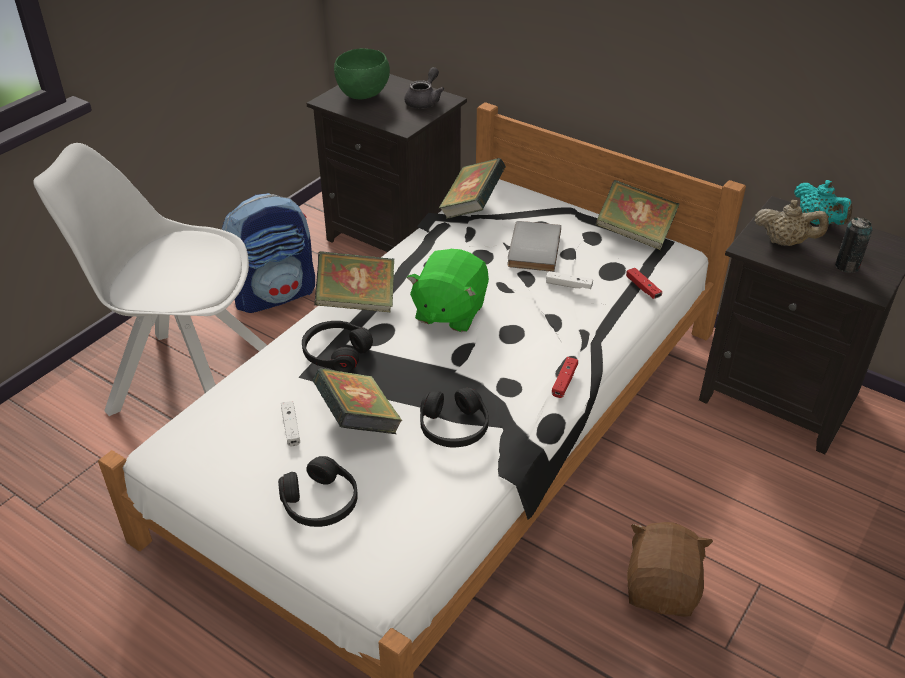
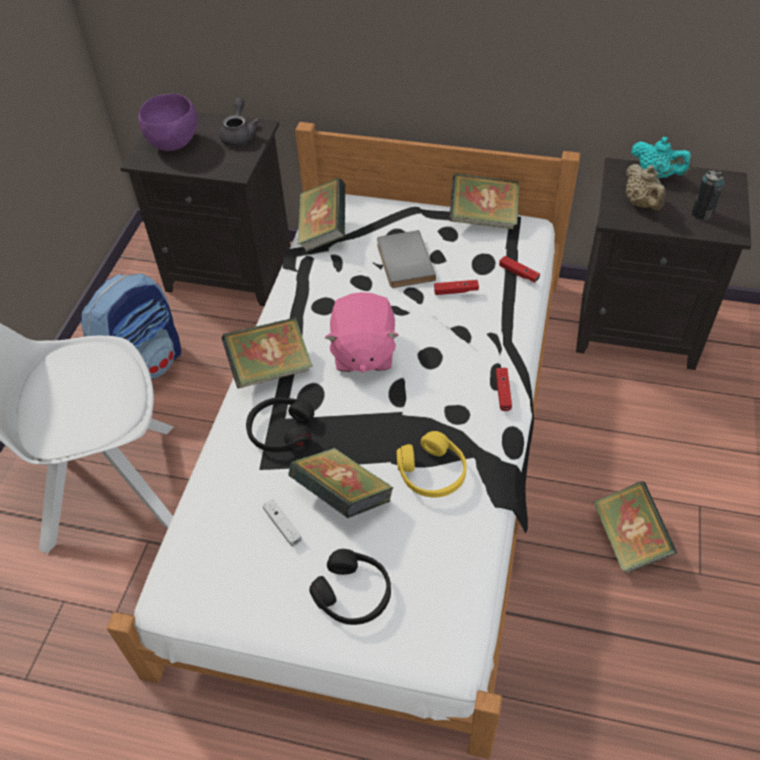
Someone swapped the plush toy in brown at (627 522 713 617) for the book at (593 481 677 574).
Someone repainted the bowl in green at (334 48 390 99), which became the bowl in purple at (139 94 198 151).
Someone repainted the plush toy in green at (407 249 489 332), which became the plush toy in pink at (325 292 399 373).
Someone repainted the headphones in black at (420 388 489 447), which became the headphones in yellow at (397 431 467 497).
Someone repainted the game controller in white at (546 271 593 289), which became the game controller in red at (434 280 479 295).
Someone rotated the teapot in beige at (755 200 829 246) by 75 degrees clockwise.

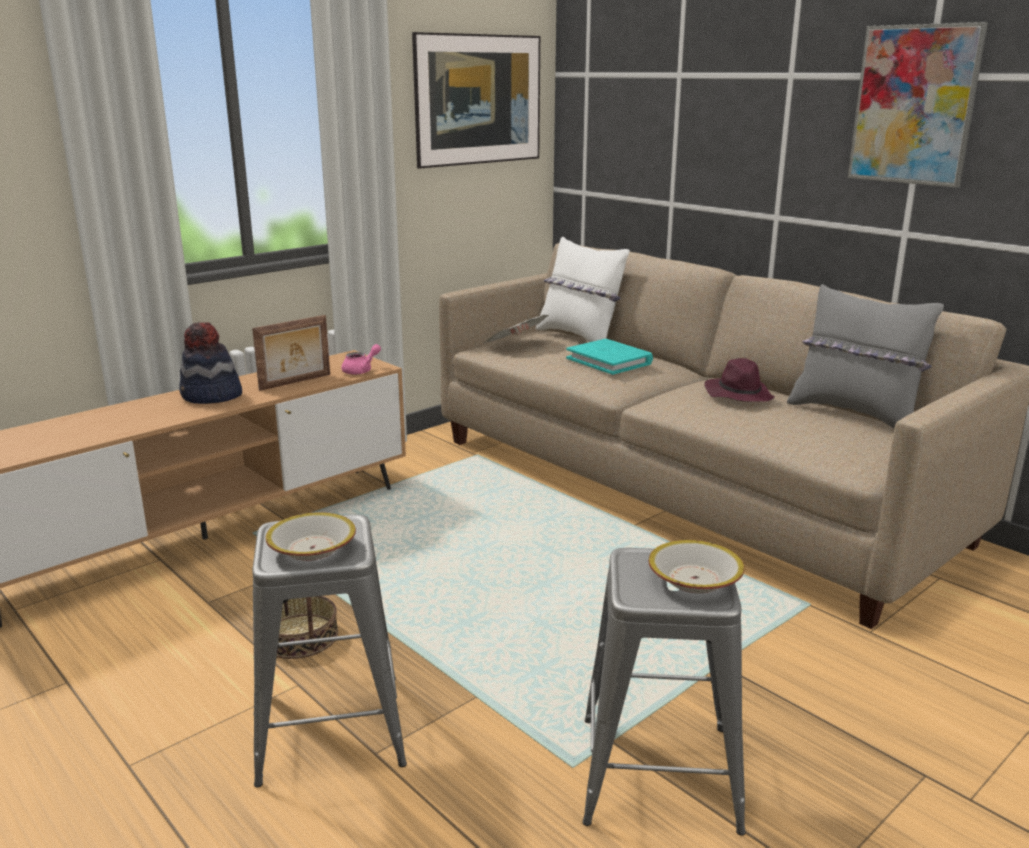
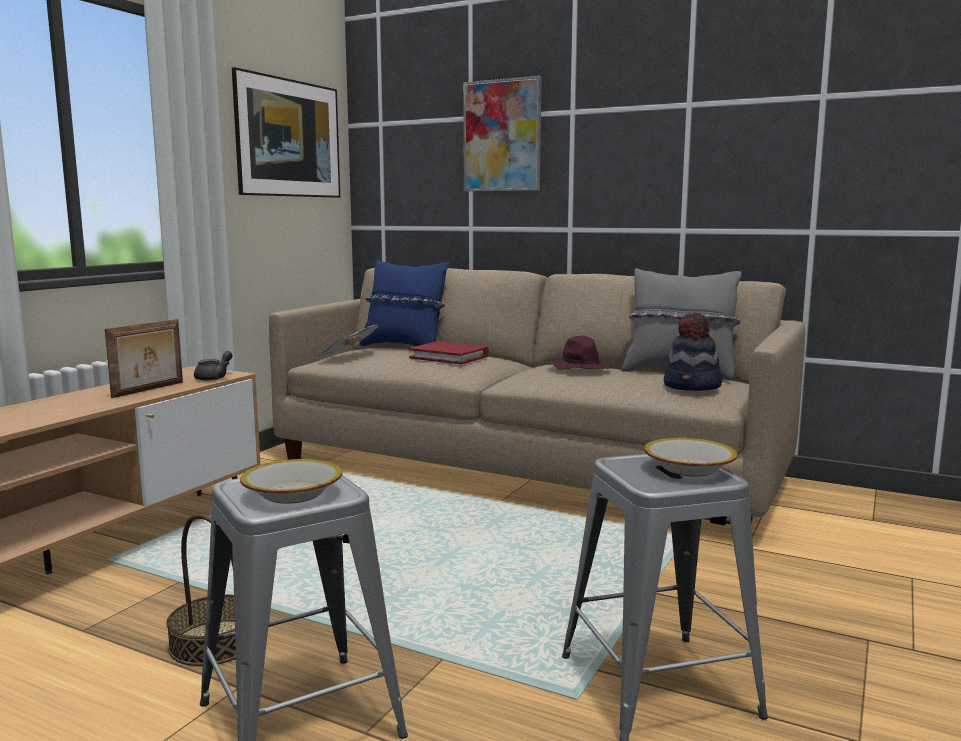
Someone carried the hat from (179 322 242 404) to (664 313 722 391).
Someone carried the picture from (848 22 988 188) to (463 76 542 191).
Someone repainted the teapot in pink at (342 344 381 375), which became the teapot in grey at (194 351 233 381).
Someone repainted the pillow in white at (536 236 630 342), which became the pillow in blue at (359 259 449 346).
Someone repainted the book in turquoise at (566 339 653 375), which became the book in red at (409 341 489 364).

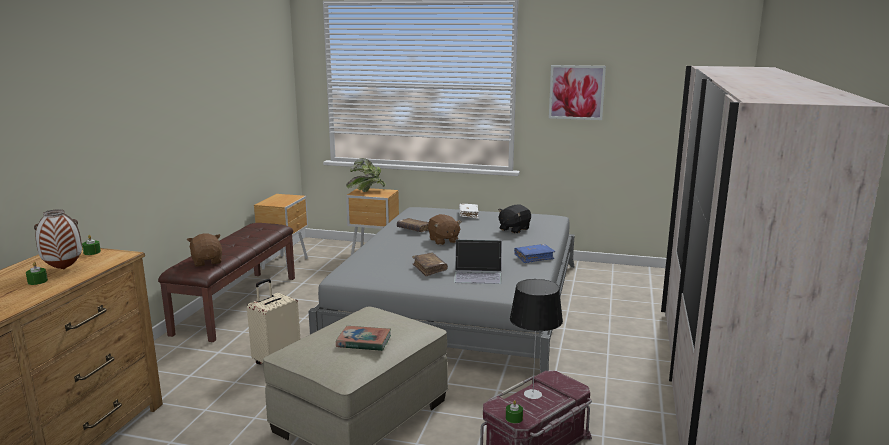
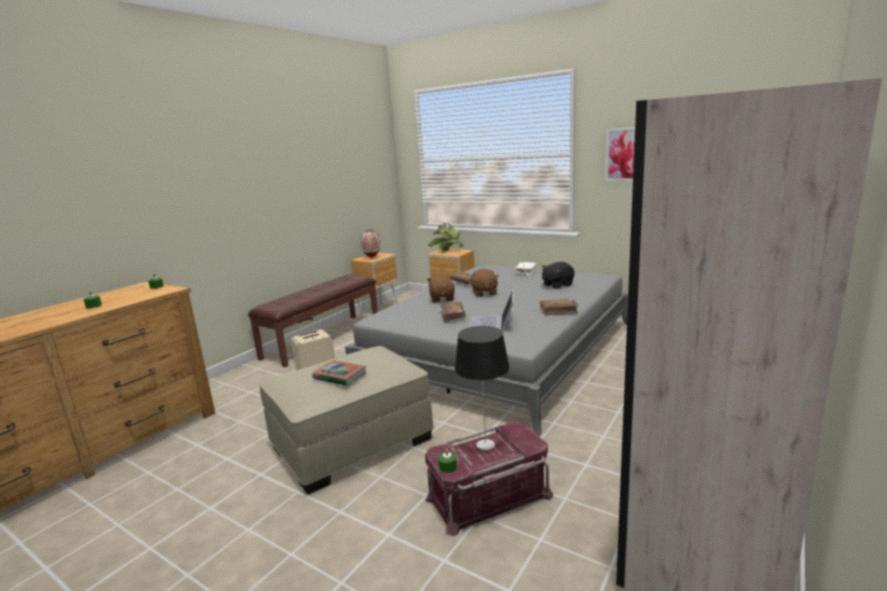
Someone carried the vase from (34 209 82 269) to (361 229 380 258).
Someone carried the plush toy in brown from (187 233 222 267) to (427 275 455 302).
Someone repainted the book in blue at (514 244 555 263), which became the book in brown at (540 298 578 316).
Someone rotated the laptop at (454 239 502 284) by 75 degrees clockwise.

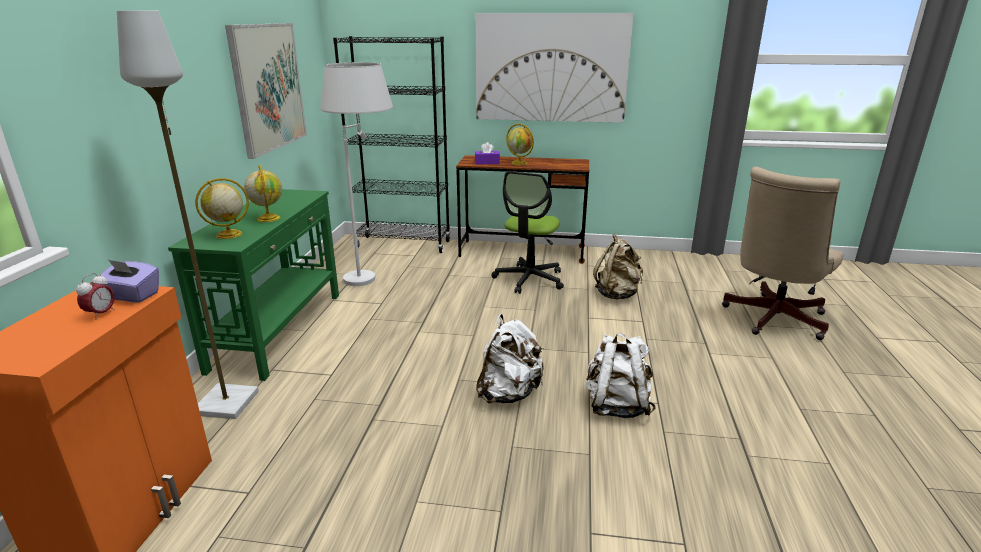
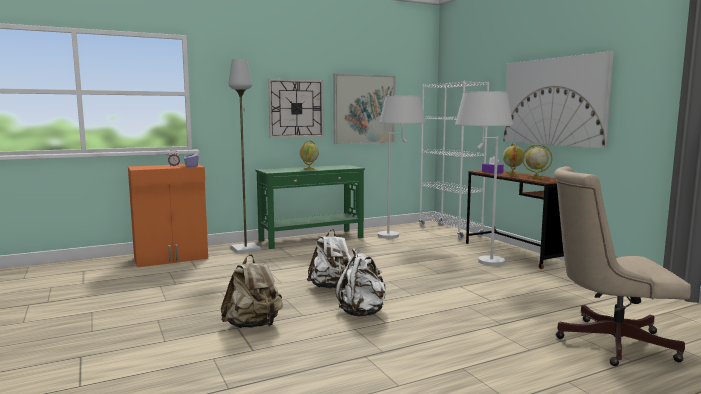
Someone put up the wall clock at (268 79 324 138).
Someone carried the globe from (195 178 249 239) to (522 144 552 179).
Someone carried the backpack in beige from (593 234 643 299) to (221 254 283 328).
Someone swapped the office chair at (491 171 564 294) for the floor lamp in white at (455 91 513 266).
Someone repainted the bookcase in black at (333 36 450 253), which became the bookcase in white at (419 81 490 240).

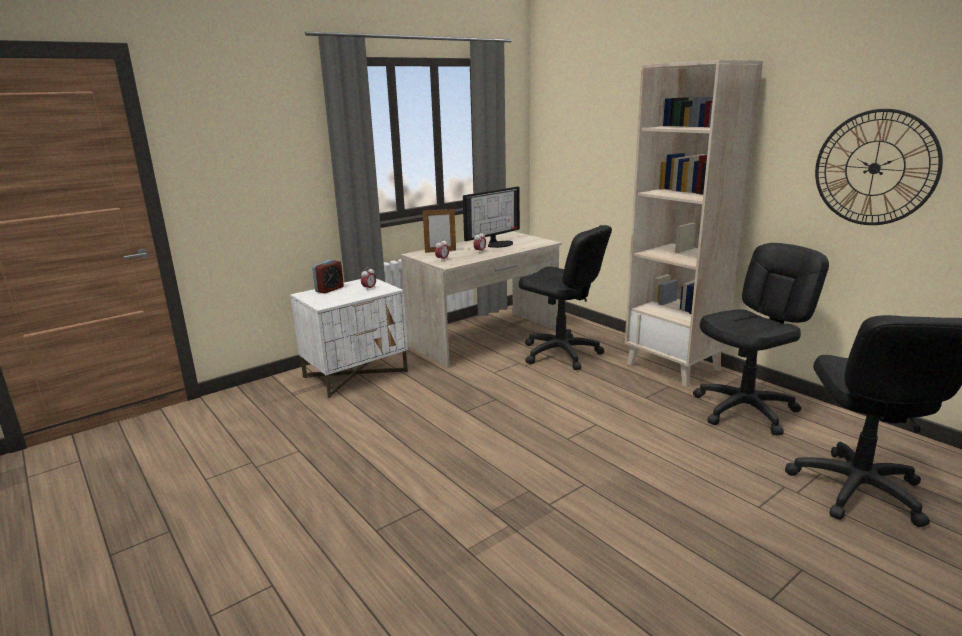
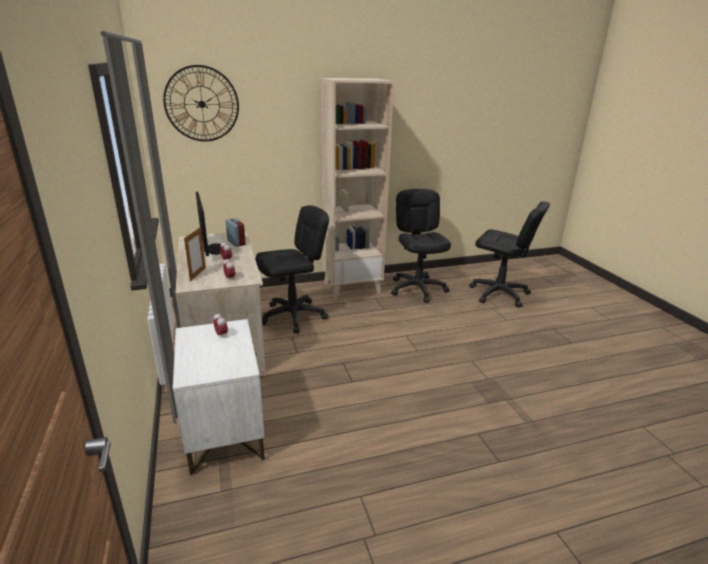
Someone carried the alarm clock from (312 260 344 294) to (225 218 246 247).
Someone carried the wall clock from (815 109 943 225) to (163 65 239 141).

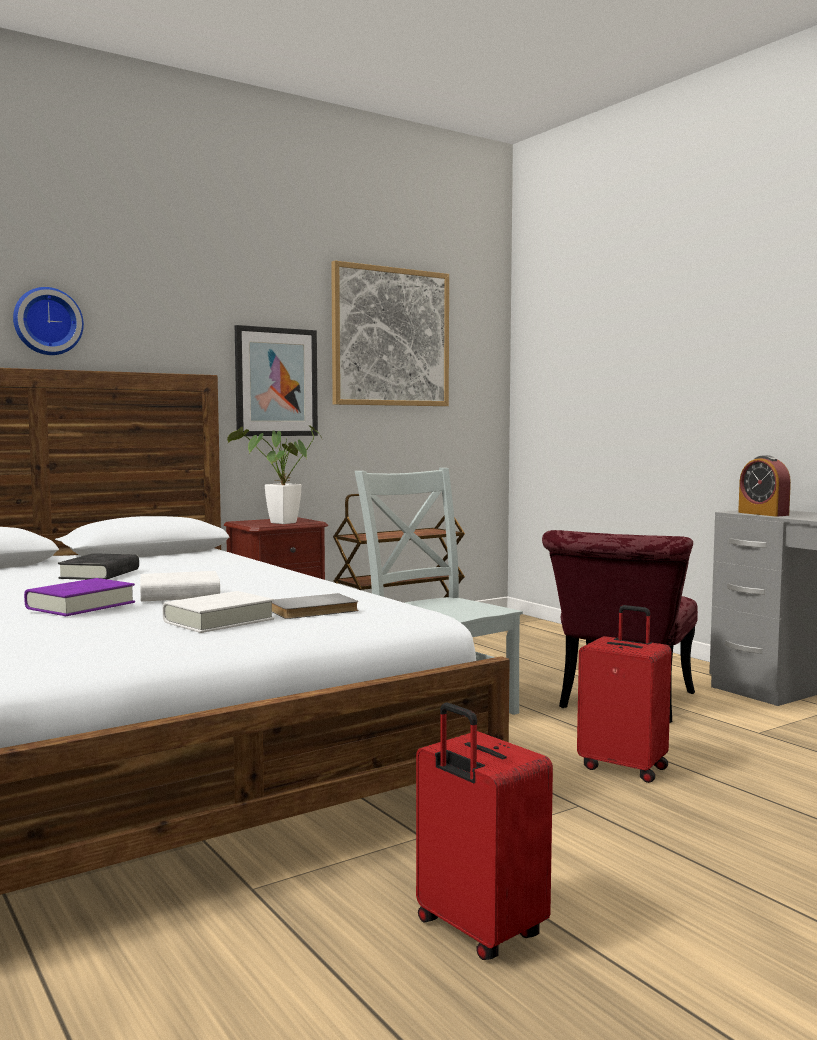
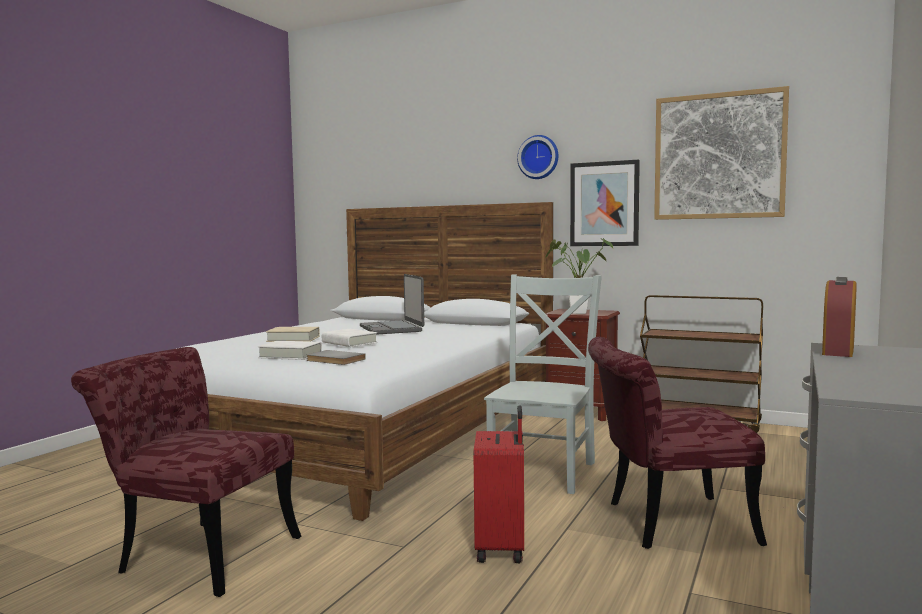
Someone carried the wall clock from (13 287 84 355) to (517 135 558 179).
Someone swapped the book in black at (58 553 139 580) for the laptop at (360 274 424 335).
Someone swapped the suitcase in red at (416 703 553 960) for the chair in red at (71 347 301 597).
Someone repainted the book in purple at (24 578 135 616), which became the book in beige at (266 327 320 342).

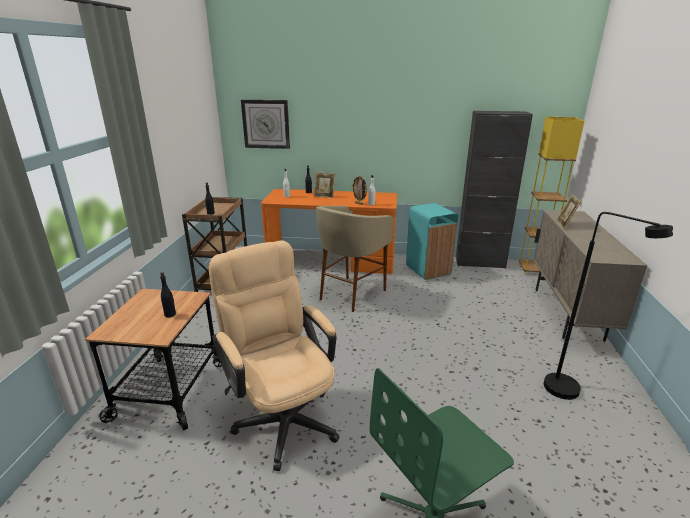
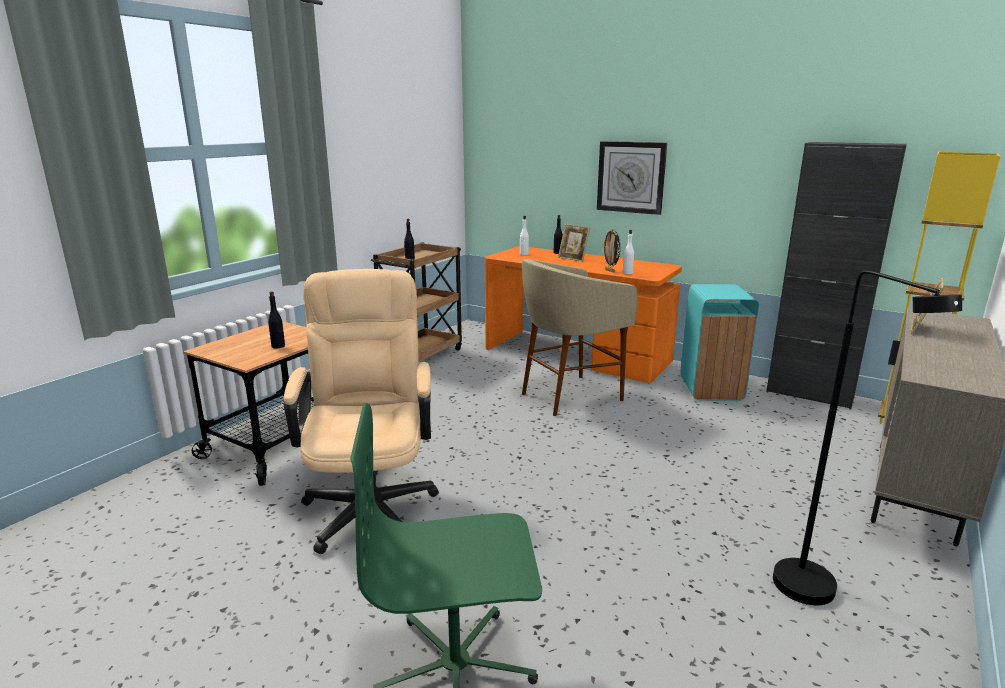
Someone carried the wall clock from (241 100 290 149) to (597 141 667 215).

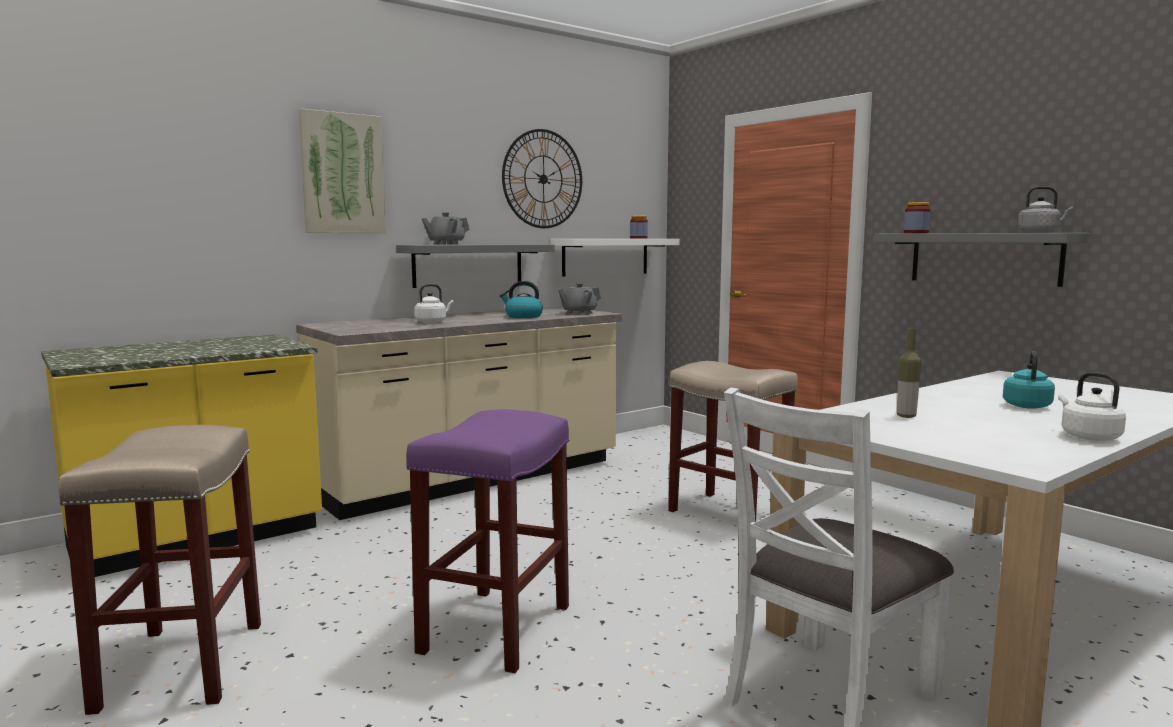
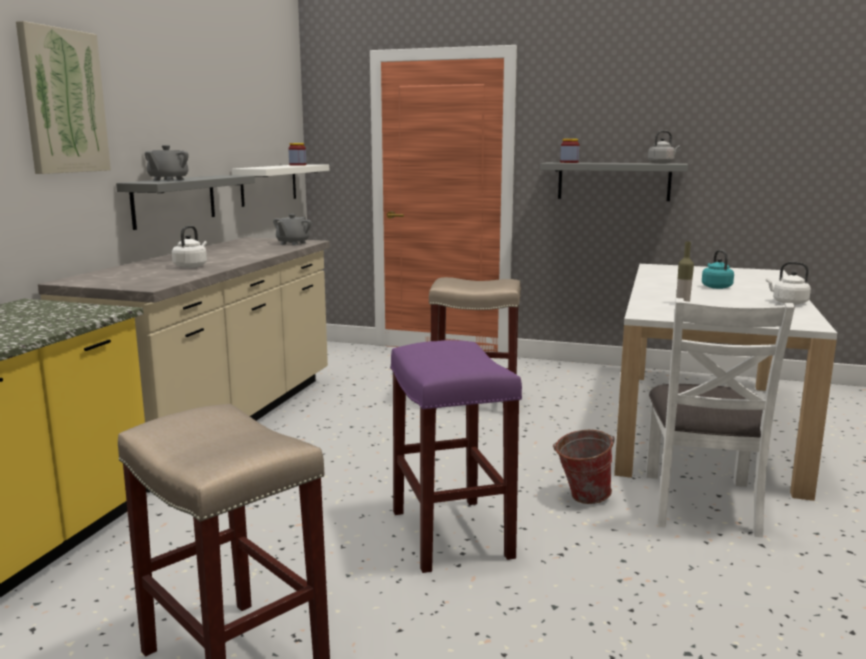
Someone took away the kettle at (500 281 543 318).
Someone took away the wall clock at (502 129 582 228).
Someone put down the bucket at (553 430 615 504).

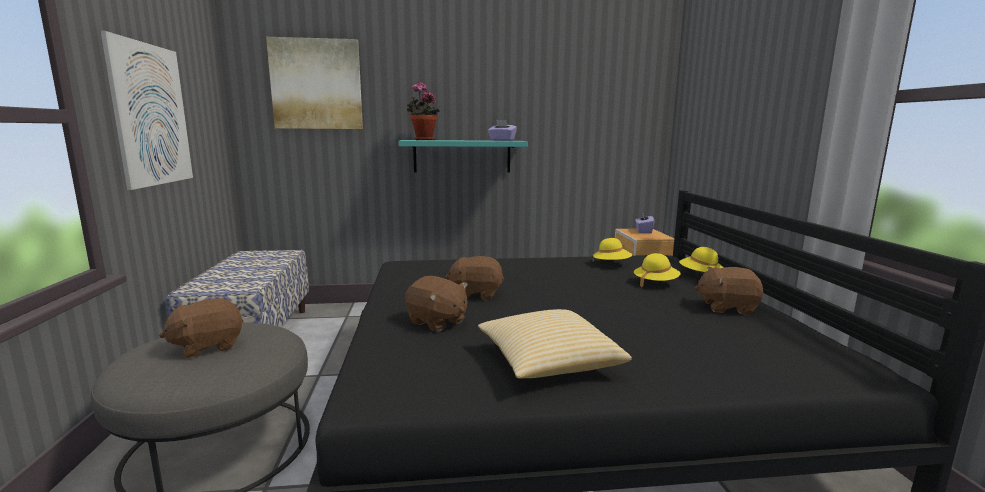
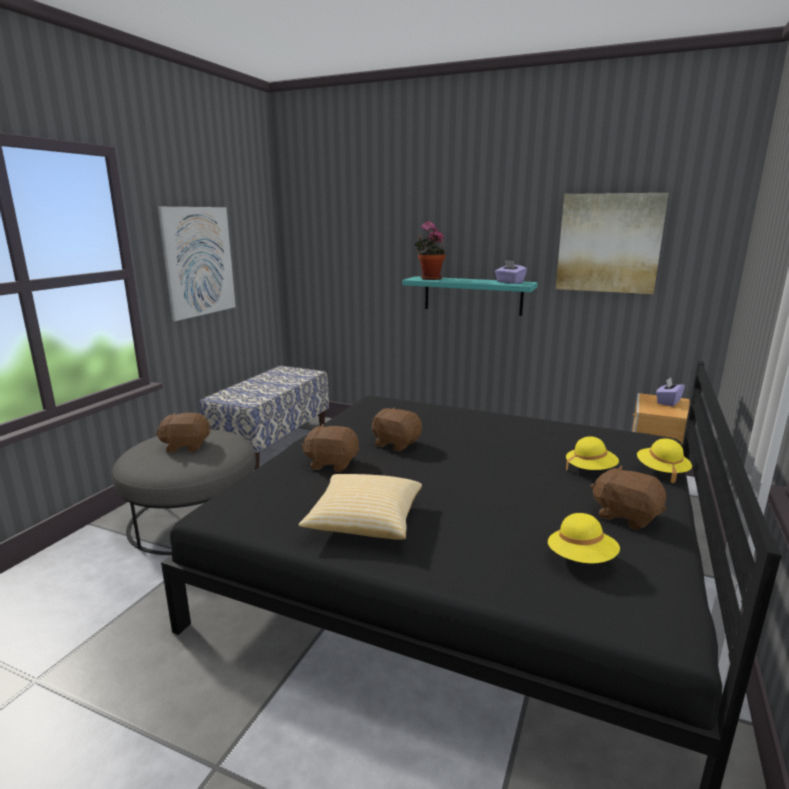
Someone carried the picture from (266 37 363 129) to (556 193 669 294).
Someone carried the hat in yellow from (593 238 632 261) to (548 513 620 564).
Someone rotated the plush toy in brown at (405 276 468 332) by 120 degrees clockwise.

